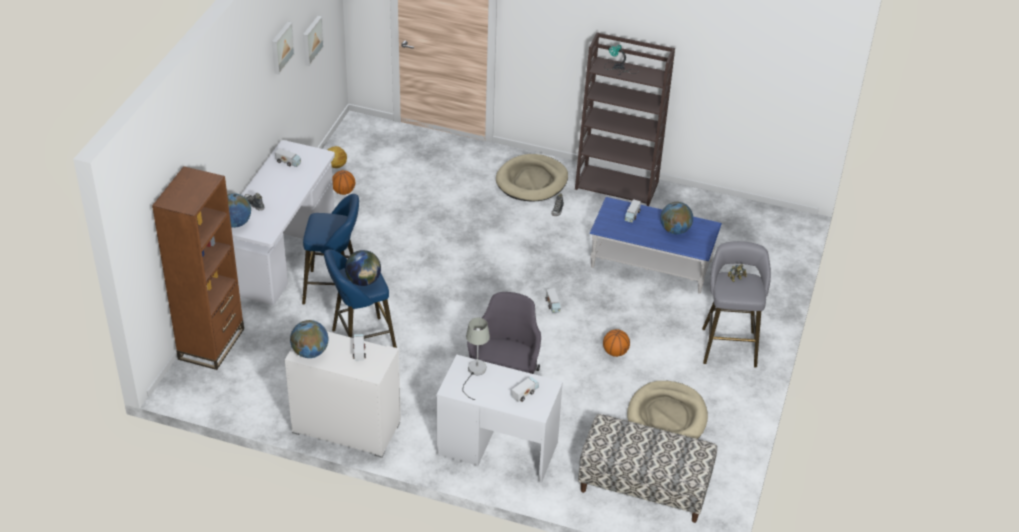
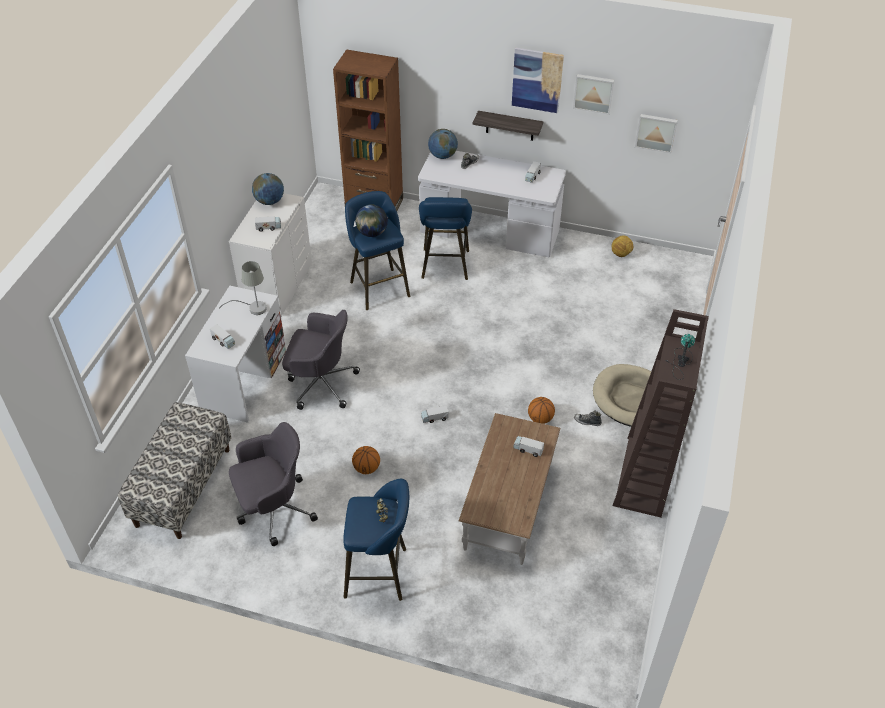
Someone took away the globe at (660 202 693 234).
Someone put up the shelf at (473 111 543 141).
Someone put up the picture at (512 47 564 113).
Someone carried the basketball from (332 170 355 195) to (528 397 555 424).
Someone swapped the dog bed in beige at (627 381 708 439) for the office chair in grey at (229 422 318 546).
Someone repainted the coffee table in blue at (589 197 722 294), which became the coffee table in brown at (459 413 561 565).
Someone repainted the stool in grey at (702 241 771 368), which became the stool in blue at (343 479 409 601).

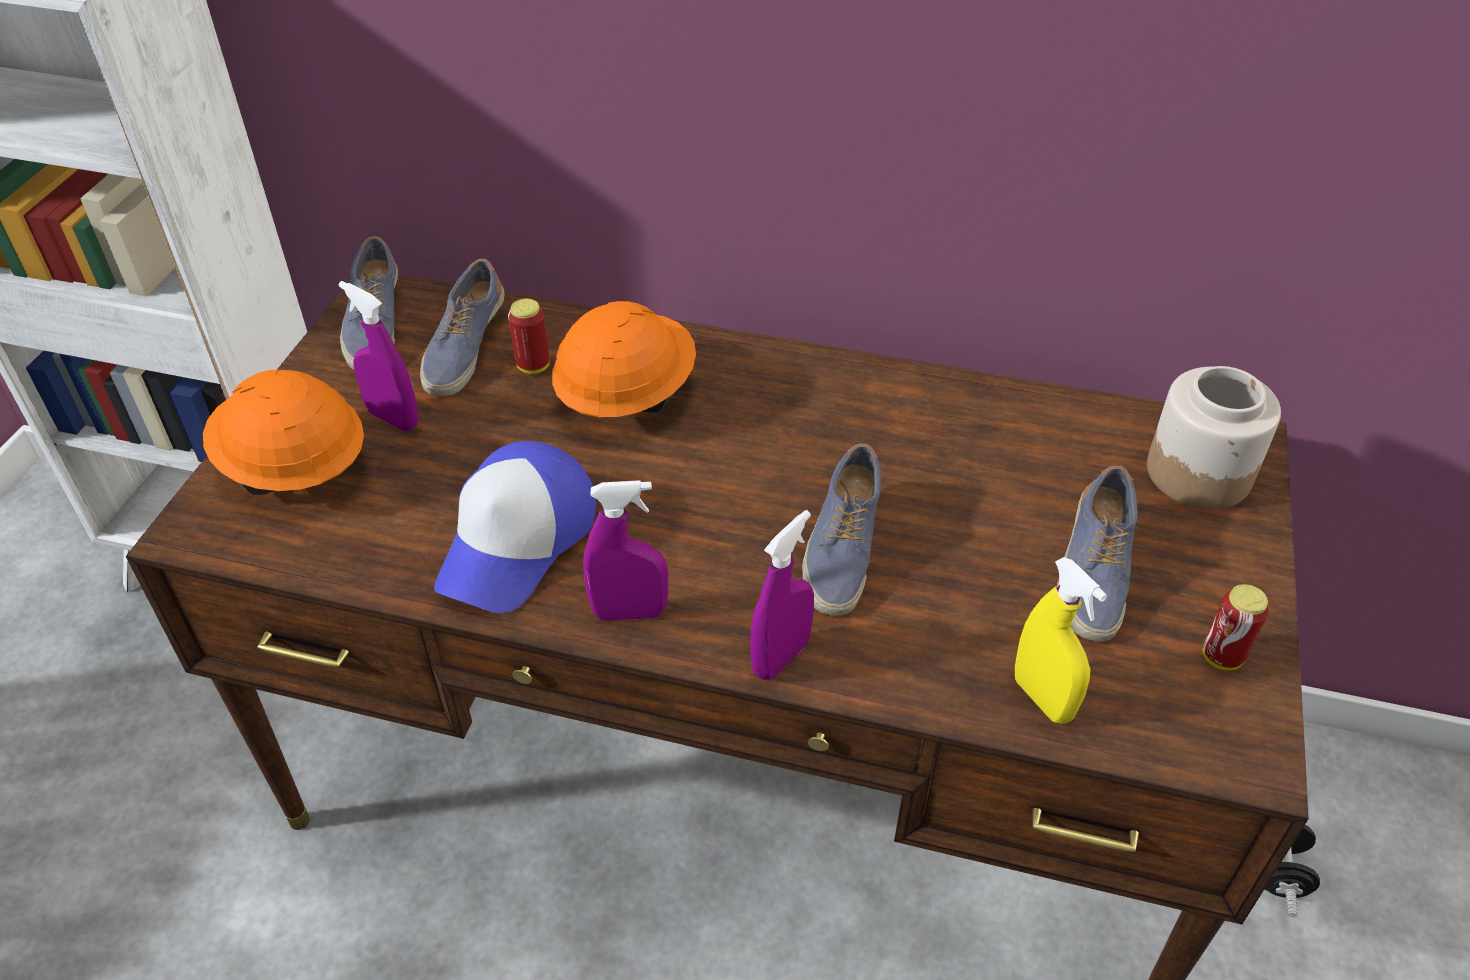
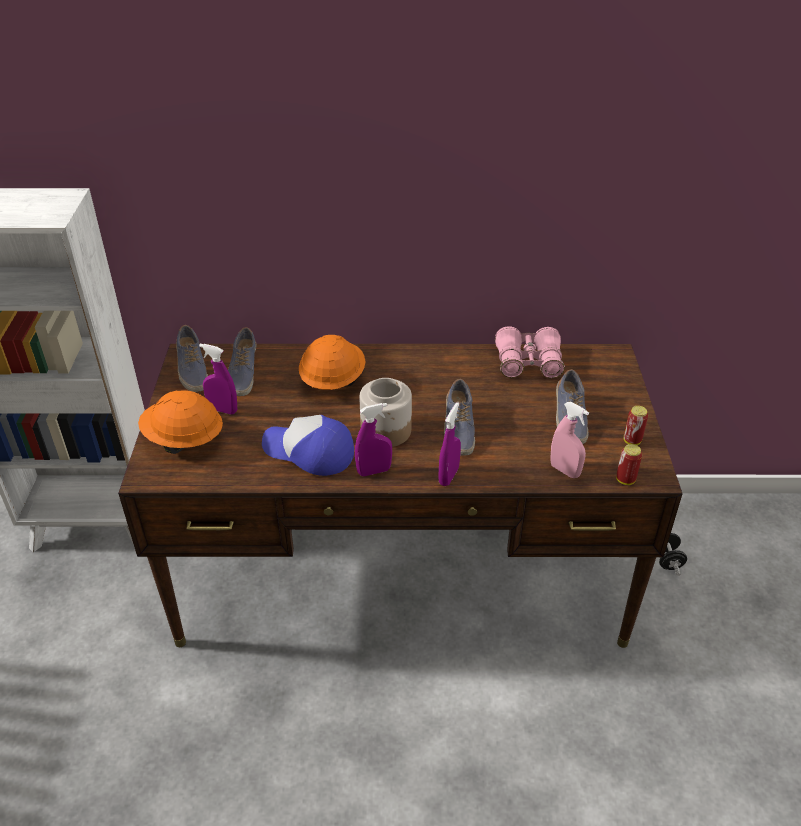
Someone put down the binoculars in pink at (495 326 565 378).
Someone carried the can from (508 299 550 374) to (616 444 642 485).
Someone carried the jar from (1147 366 1281 509) to (359 378 412 447).
Someone repainted the spray bottle in yellow at (1015 557 1107 724), which became the spray bottle in pink at (550 402 589 478).
Someone rotated the cap at (434 441 596 613) by 105 degrees clockwise.

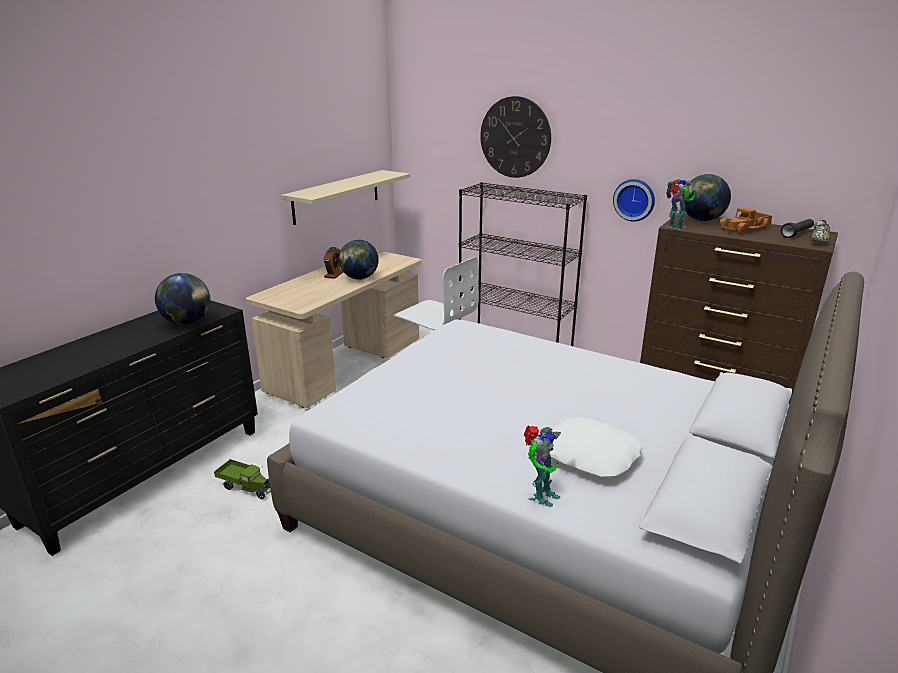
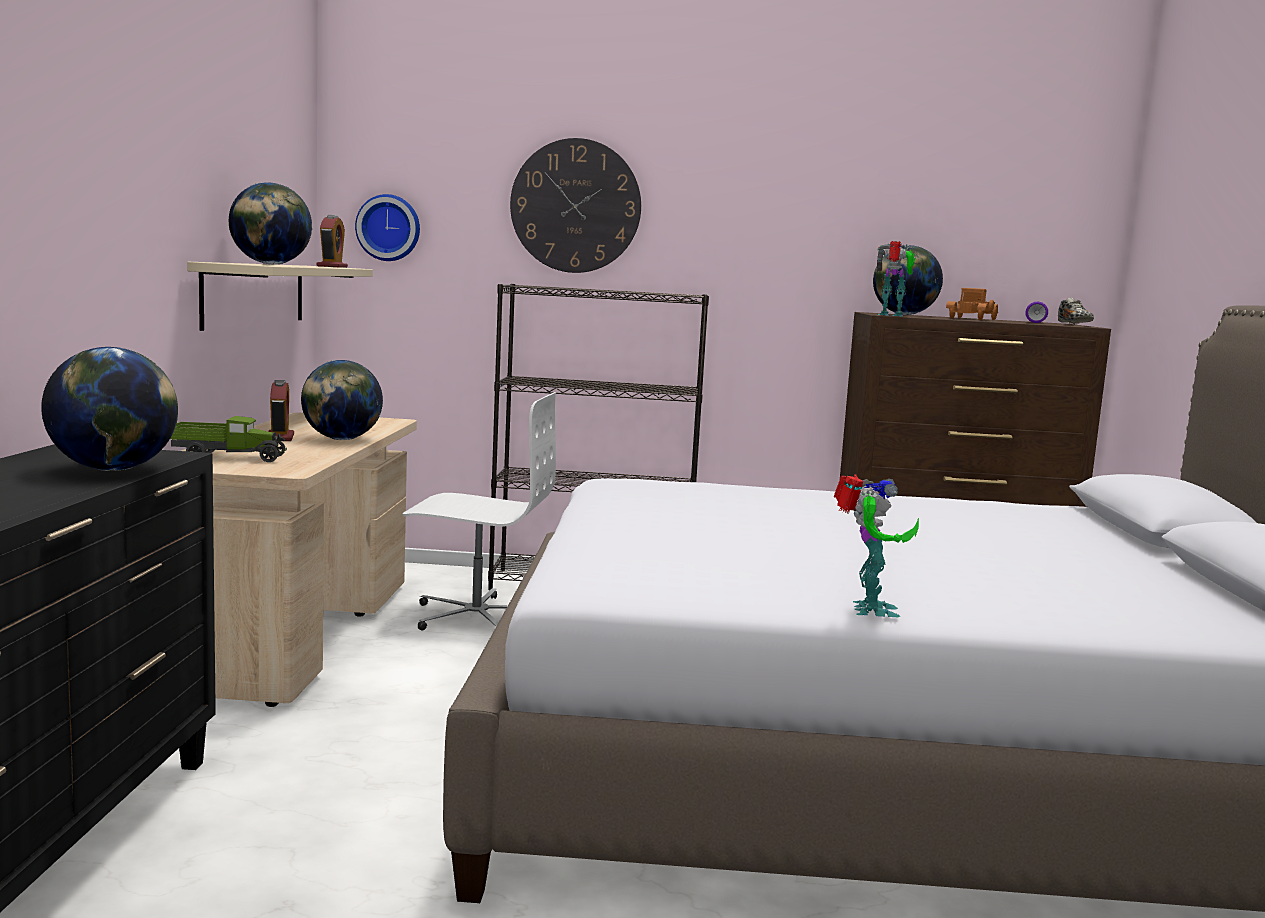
Someone took away the pillow in white at (549 418 643 479).
Someone put down the globe at (229 182 312 265).
Someone put down the alarm clock at (317 215 348 268).
Someone carried the toy truck from (214 459 270 499) to (170 416 287 462).
Someone carried the toy robot from (523 426 561 507) to (834 474 919 617).
Someone carried the wall clock from (613 179 655 222) to (355 194 420 261).
Someone repainted the flashlight in black at (781 219 814 238), which became the flashlight in purple at (1025 302 1048 323).

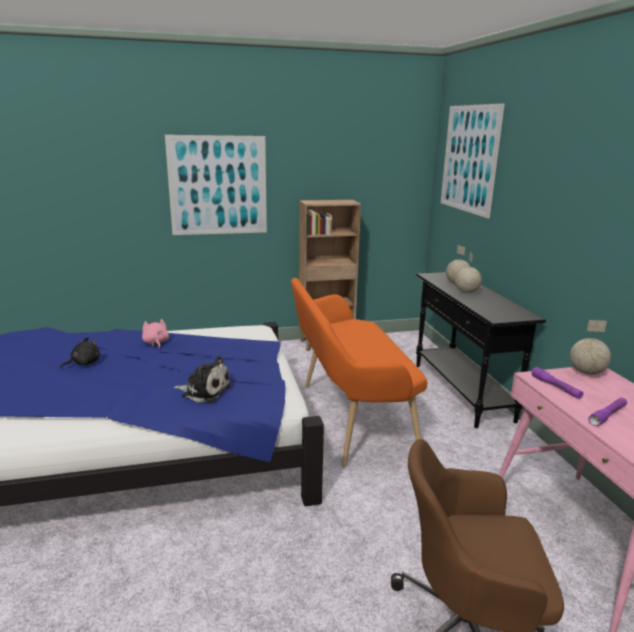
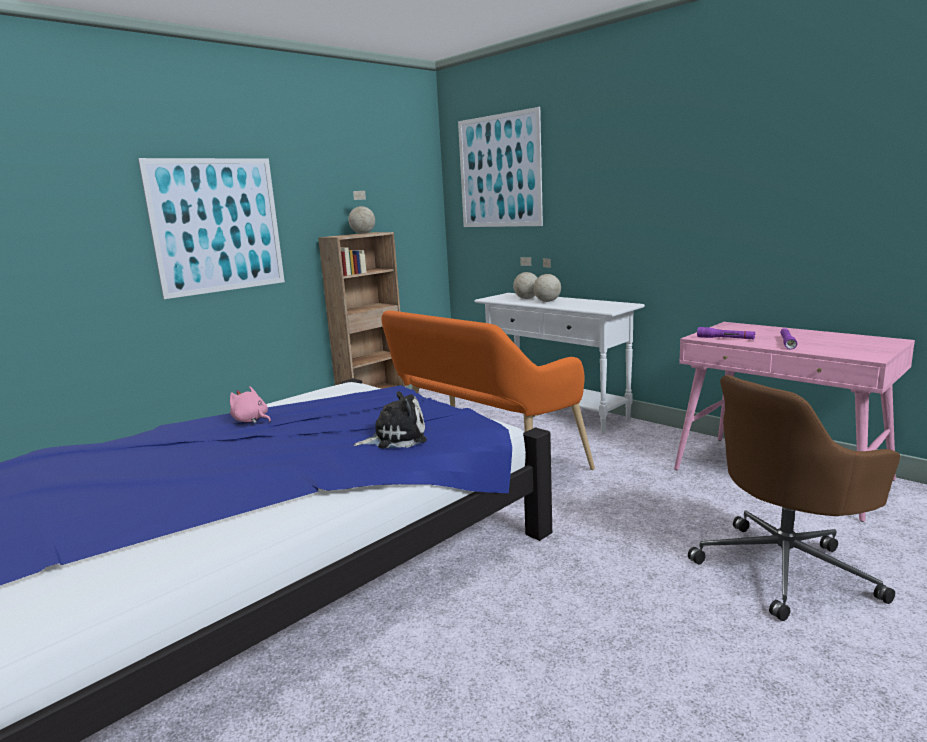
Someone took away the plush toy in black at (60 337 100 368).
Someone carried the globe from (570 320 611 375) to (348 191 375 234).
Someone repainted the console table in black at (416 272 546 428), which became the console table in white at (475 293 645 433).

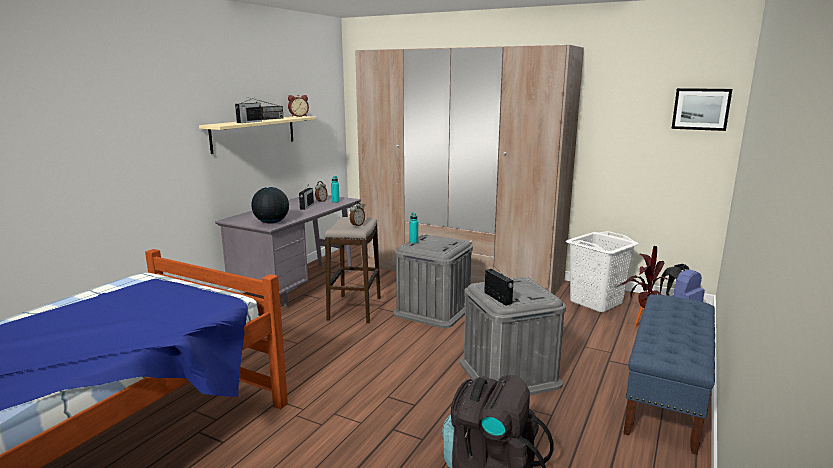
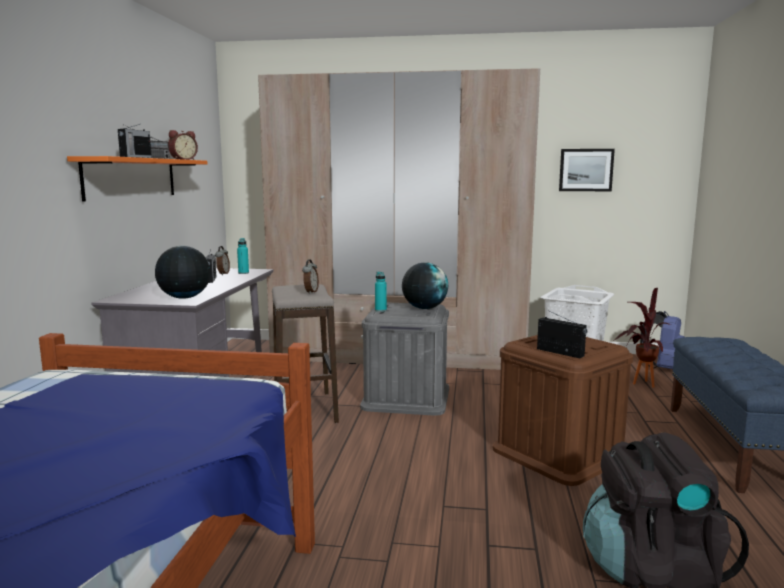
Someone put down the globe at (402 262 448 309).
Someone carried the picture from (672 88 732 131) to (559 149 615 191).
Someone repainted the shelf in beige at (199 116 316 154), which became the shelf in orange at (67 156 207 202).
Someone repainted the storage box in grey at (460 277 566 395), which became the storage box in brown at (493 335 633 486).

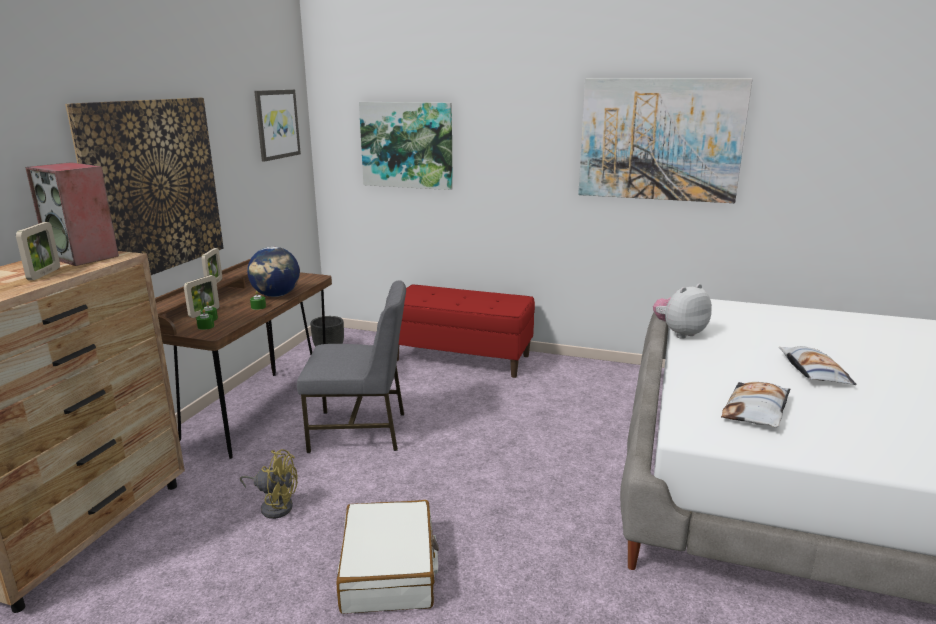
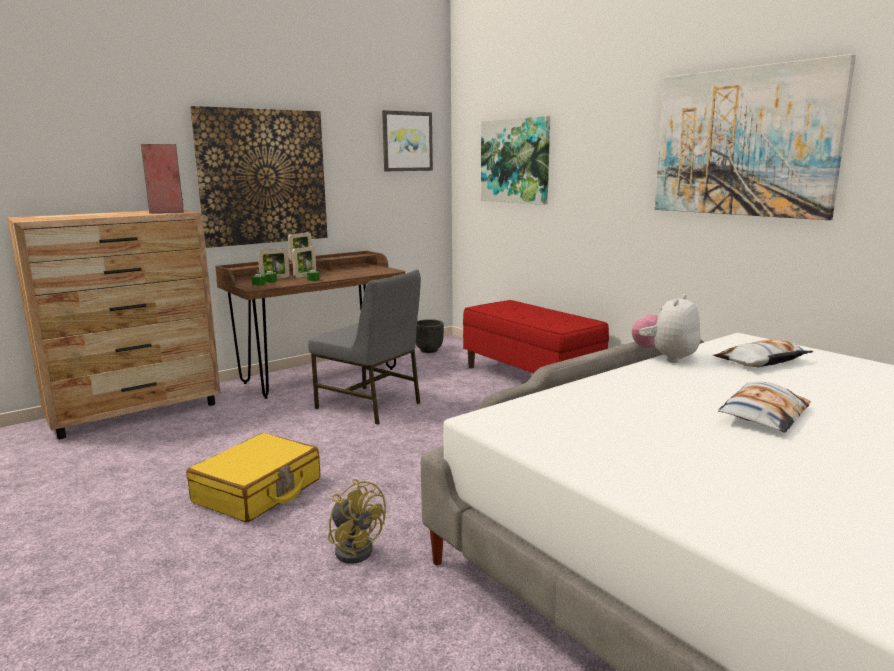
Someone took away the globe at (247 247 300 297).
Someone carried the picture frame from (16 222 60 280) to (292 246 316 278).
Someone carried the fan in yellow from (240 449 298 519) to (328 479 386 564).
Someone carried the pillow from (721 382 791 428) to (713 339 813 367).
Someone repainted the suitcase in white at (337 500 439 614), which became the suitcase in yellow at (186 433 320 523).
Someone rotated the plush toy at (653 284 712 339) by 60 degrees counterclockwise.

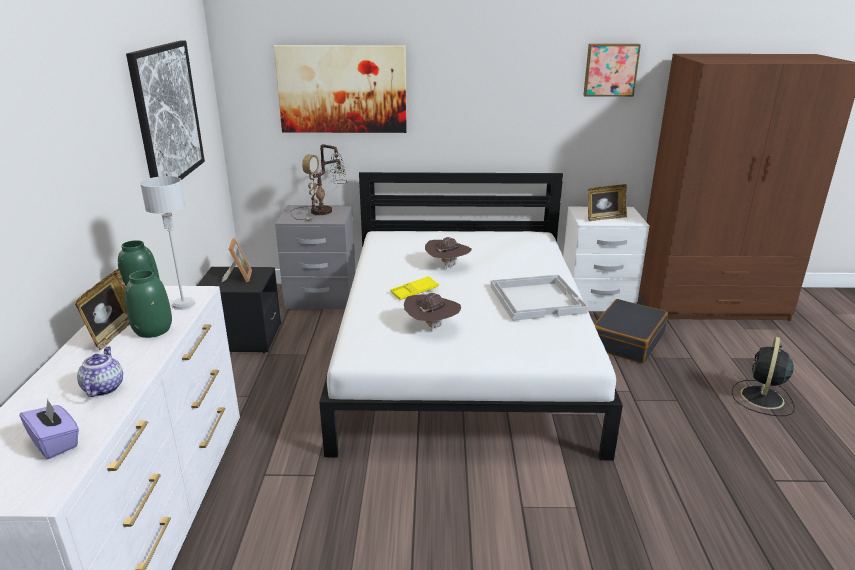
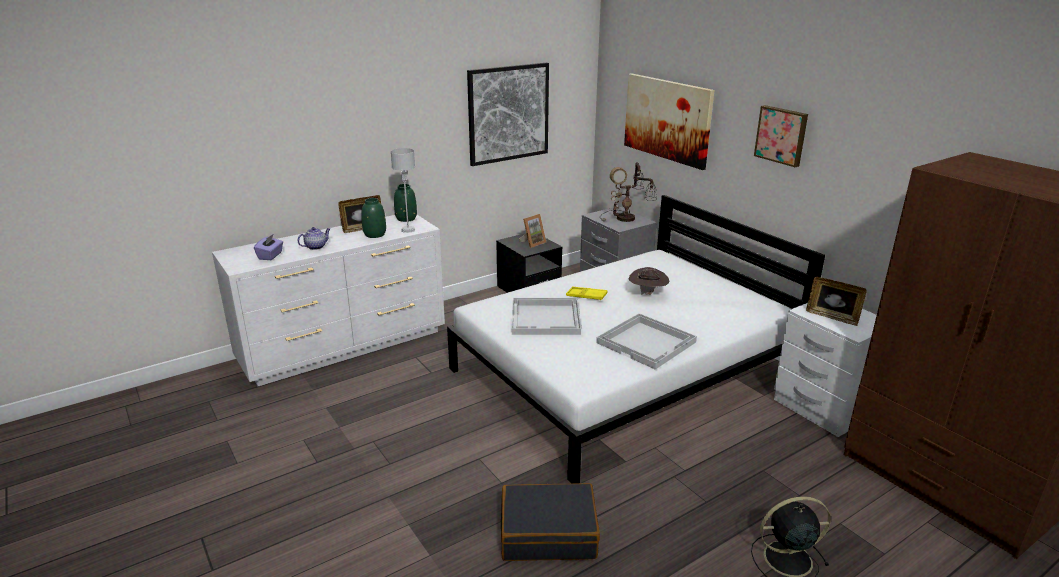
Someone carried the picture from (583 44 641 97) to (754 105 808 167).
Someone carried the suitcase in black from (594 299 668 364) to (501 483 600 561).
Someone swapped the hat in brown at (404 293 461 332) for the tray in white at (512 298 581 335).

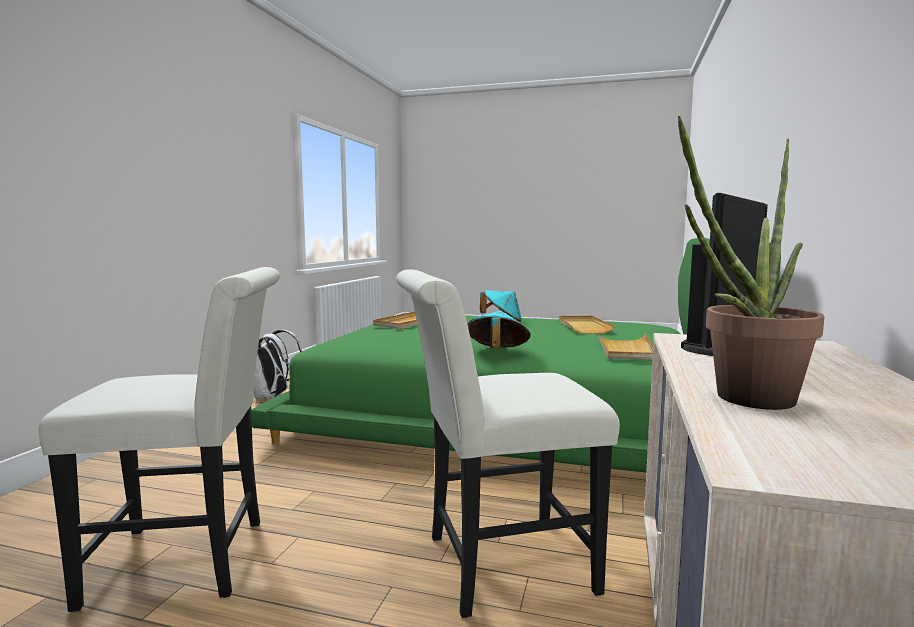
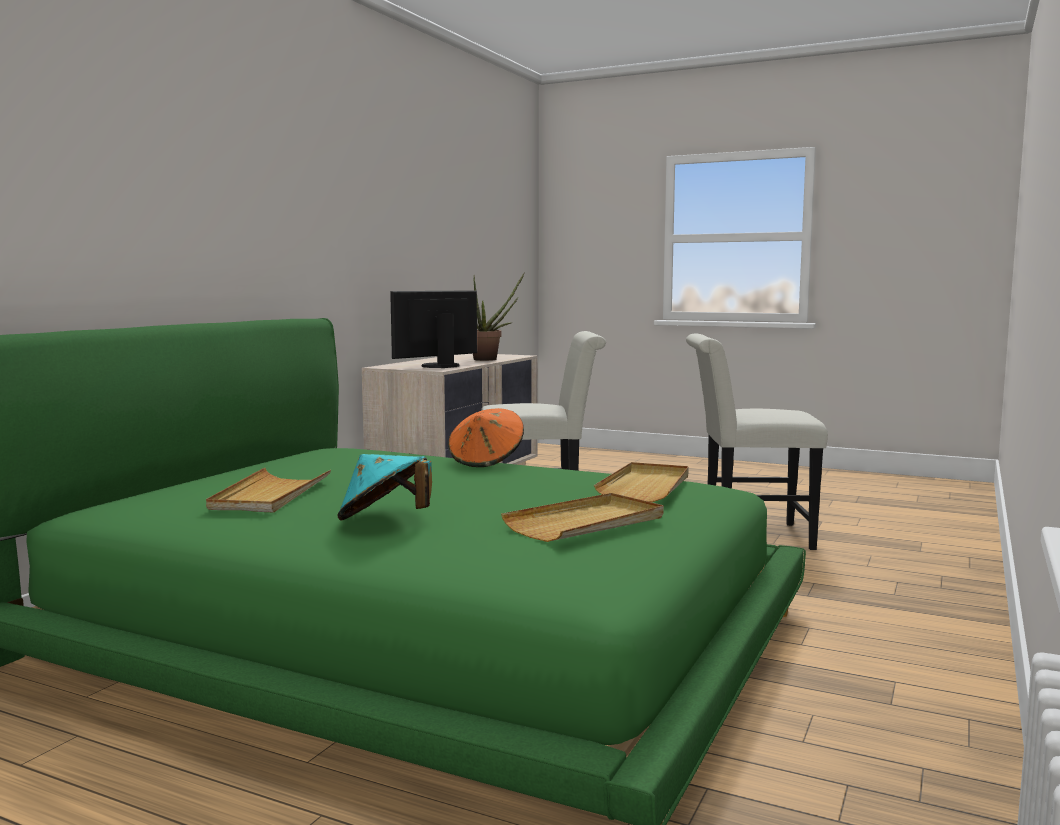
Someone took away the backpack in white at (254 330 302 399).
Someone carried the tray in beige from (597 332 653 360) to (594 462 689 502).
Someone repainted the hat in turquoise at (468 311 531 348), which became the hat in orange at (448 408 524 467).

